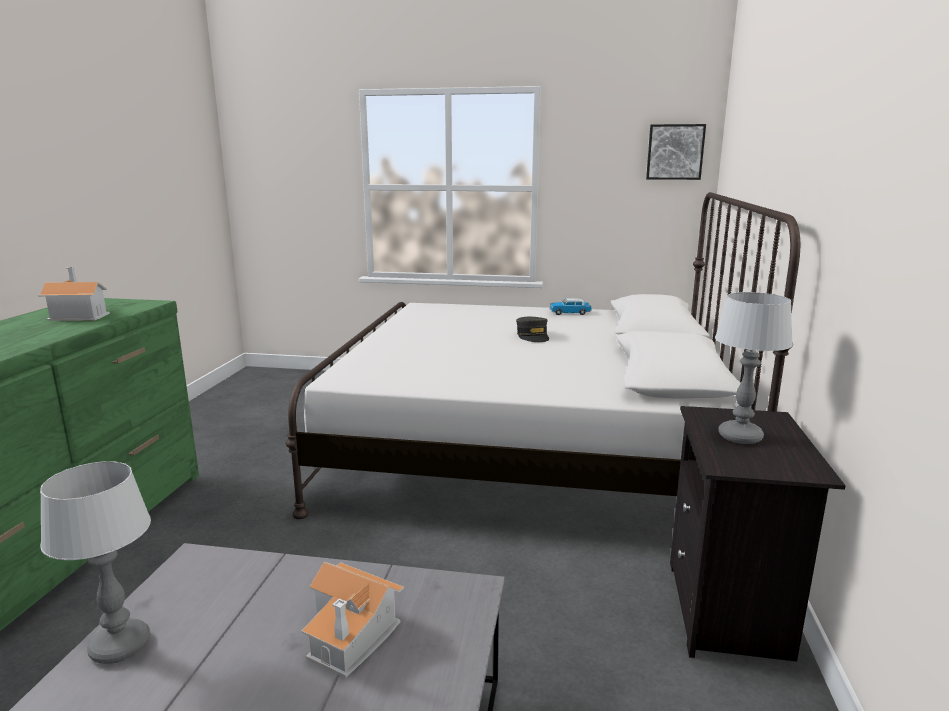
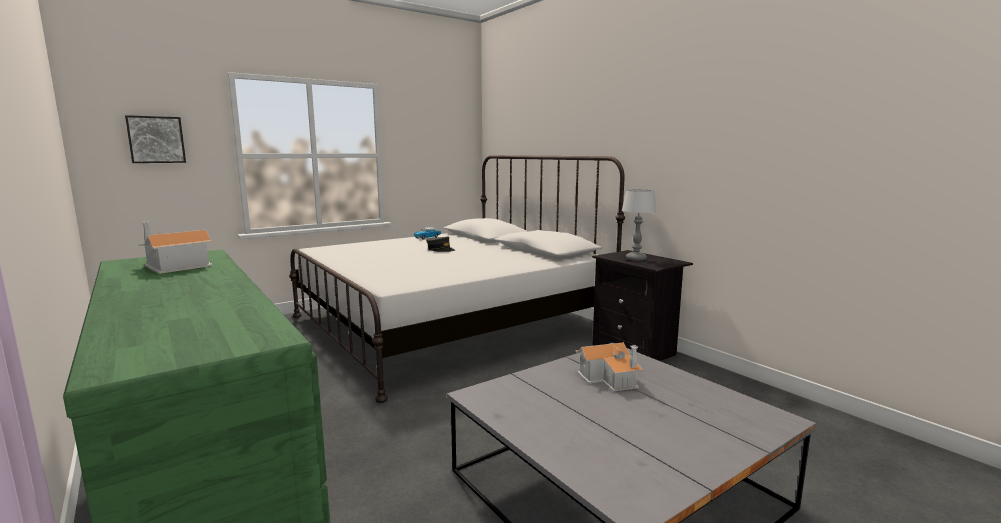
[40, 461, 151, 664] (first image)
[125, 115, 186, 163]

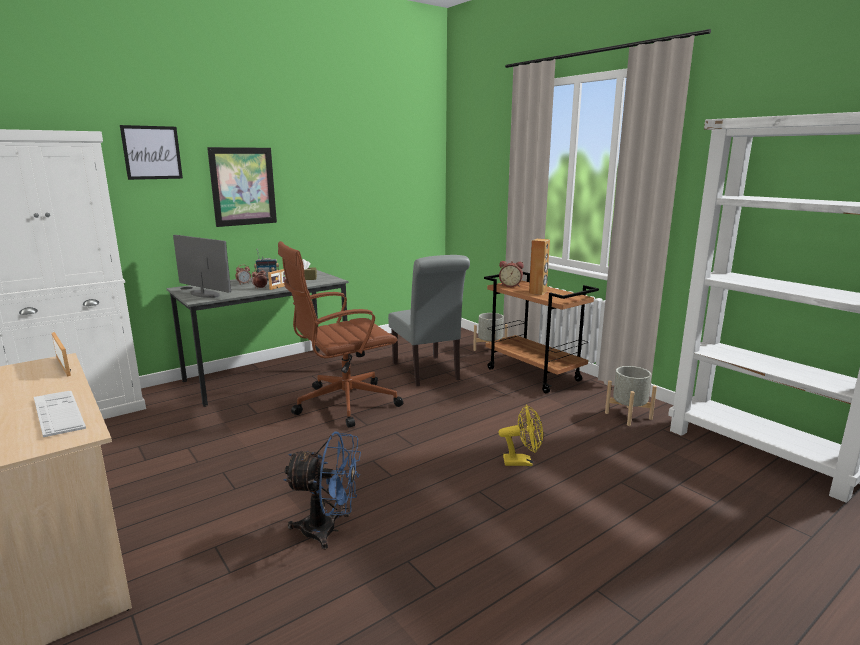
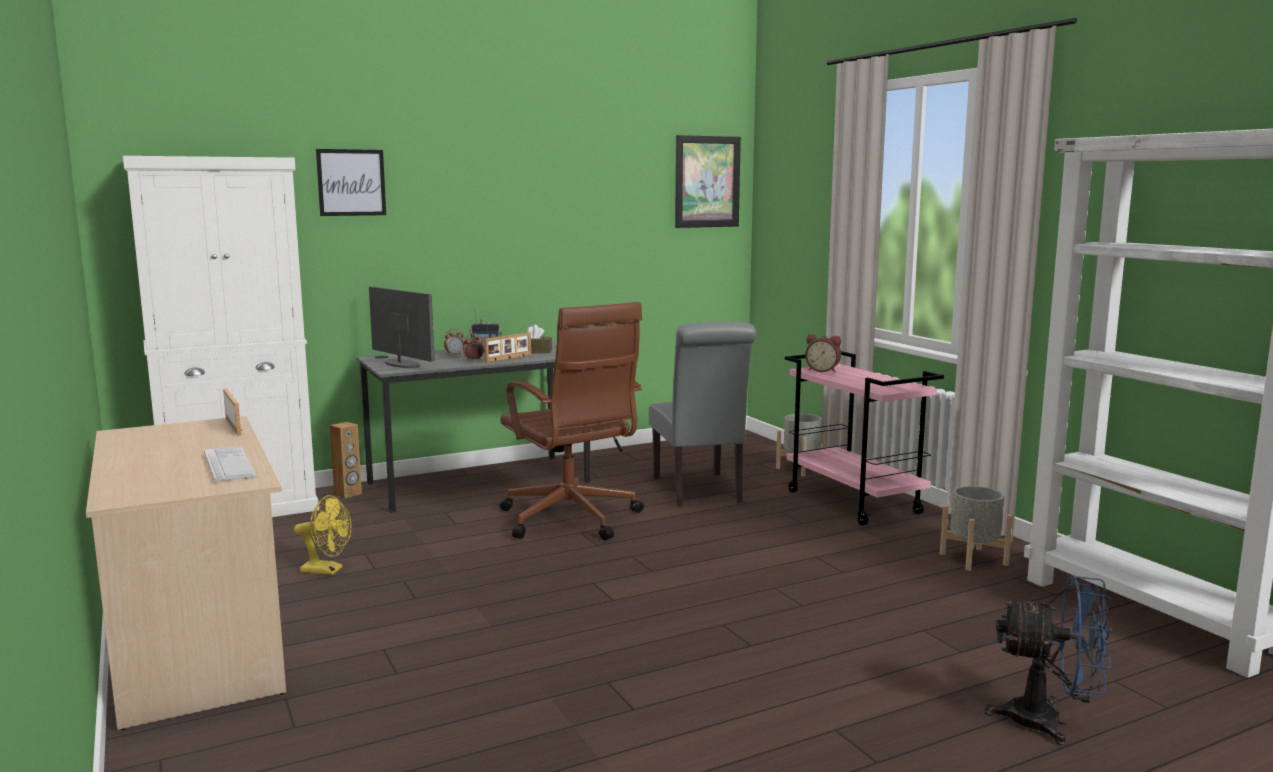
[675, 135, 741, 228]
[985, 575, 1113, 745]
[294, 495, 352, 575]
[330, 422, 362, 498]
[785, 351, 944, 526]
[500, 302, 644, 540]

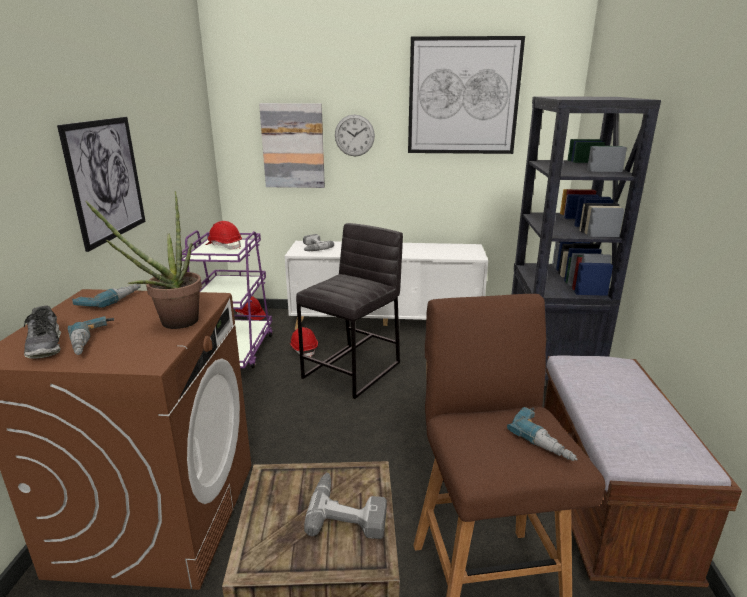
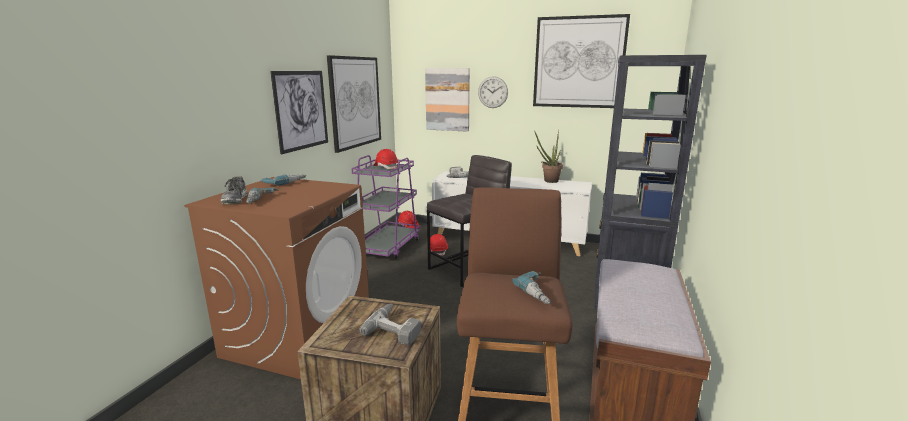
[327, 55, 381, 153]
[535, 130, 563, 183]

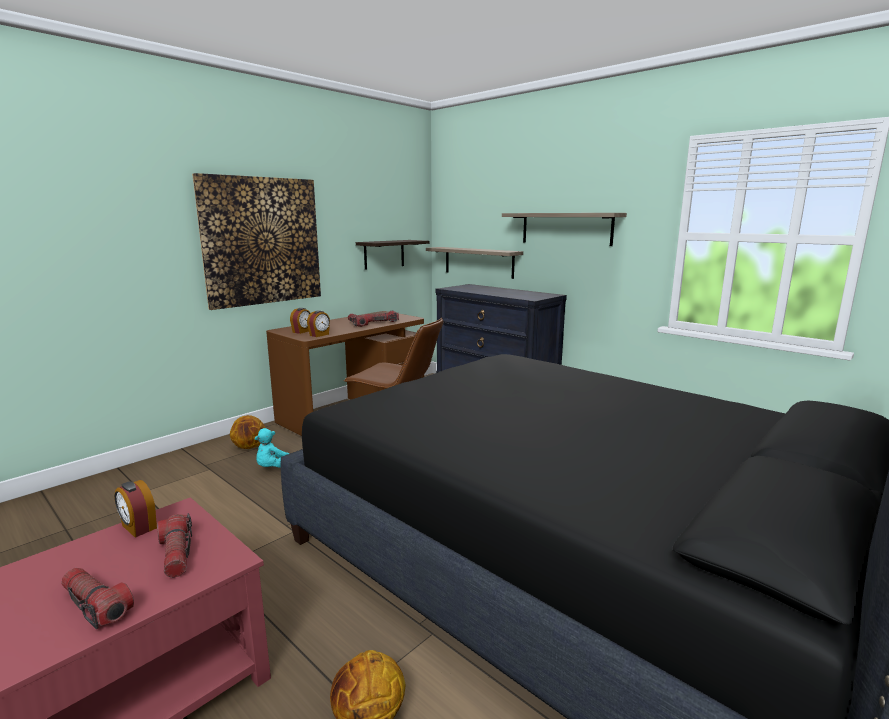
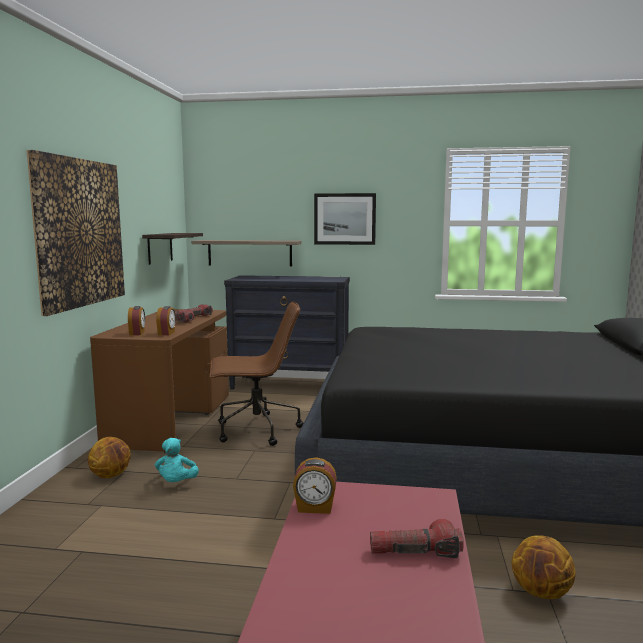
[157, 513, 192, 578] (first image)
[314, 193, 376, 245]

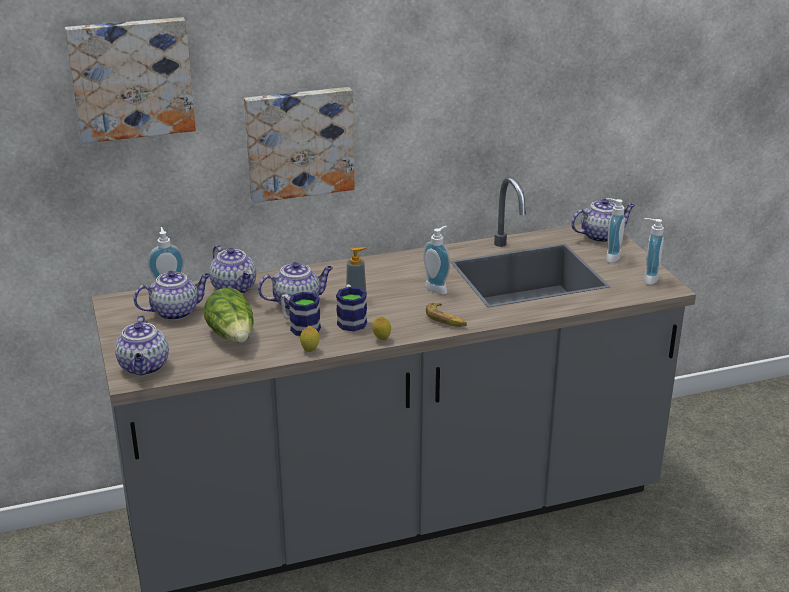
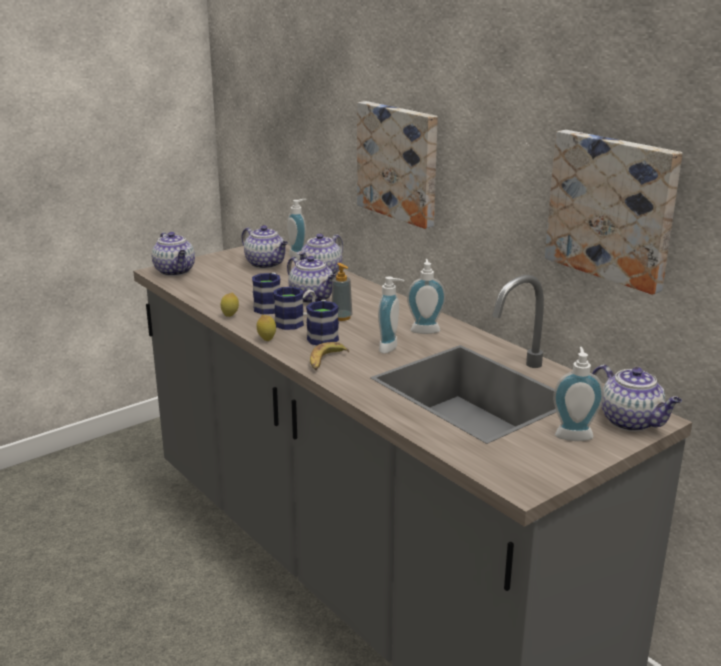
[204, 288, 254, 343] (first image)
[306, 300, 339, 345]
[545, 130, 683, 295]
[407, 259, 446, 334]
[151, 232, 195, 276]

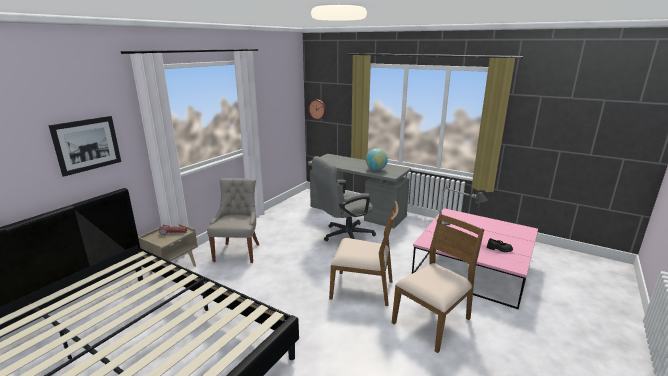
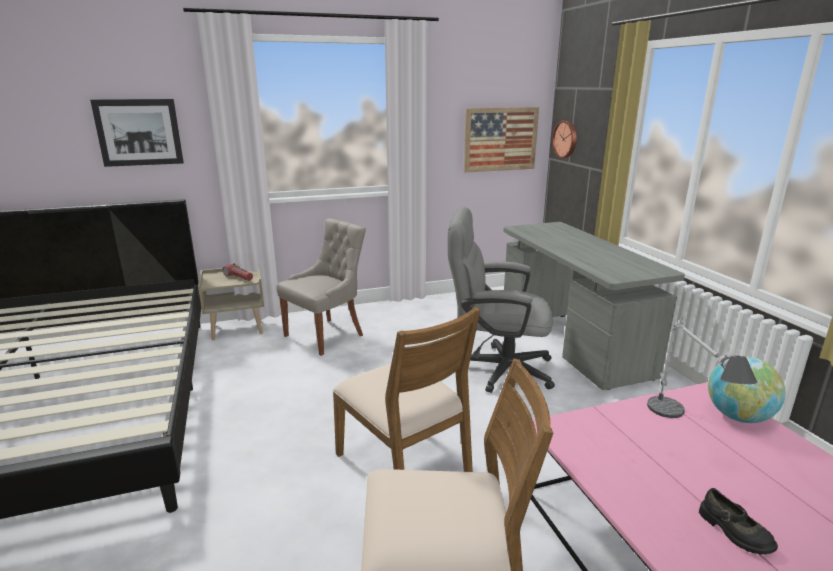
[464, 107, 539, 172]
[708, 356, 786, 423]

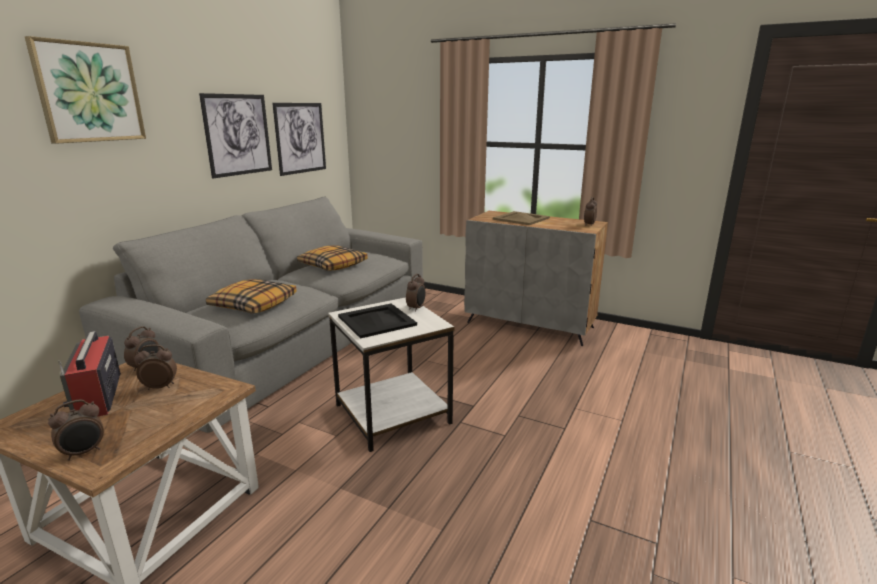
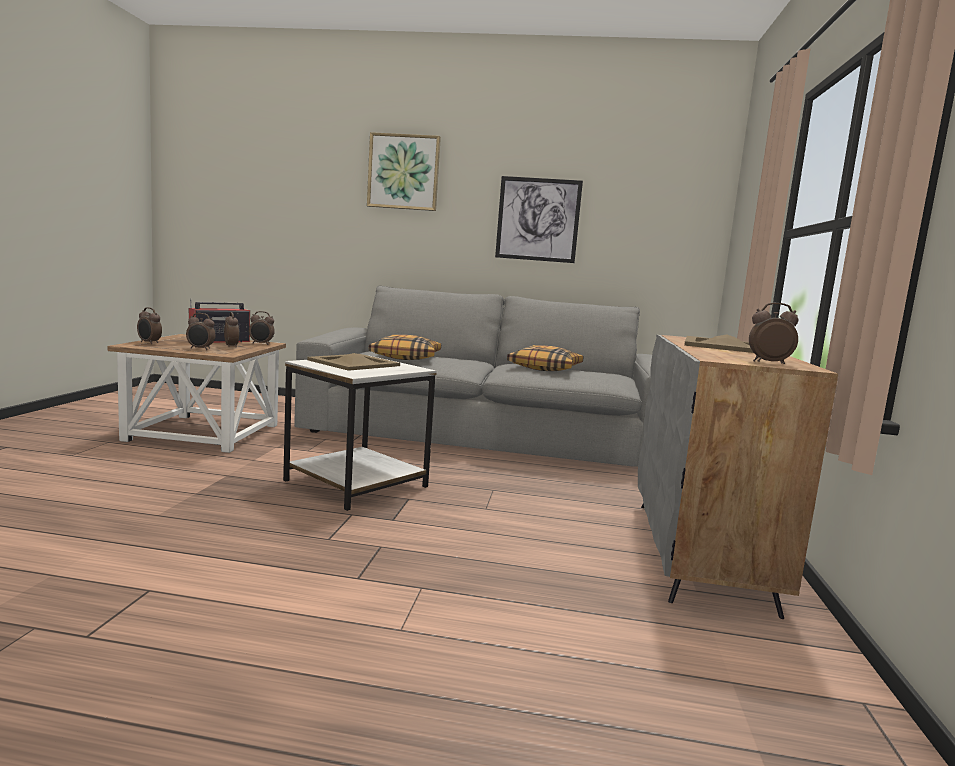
[272, 103, 326, 176] (first image)
[186, 313, 216, 350]
[307, 353, 400, 371]

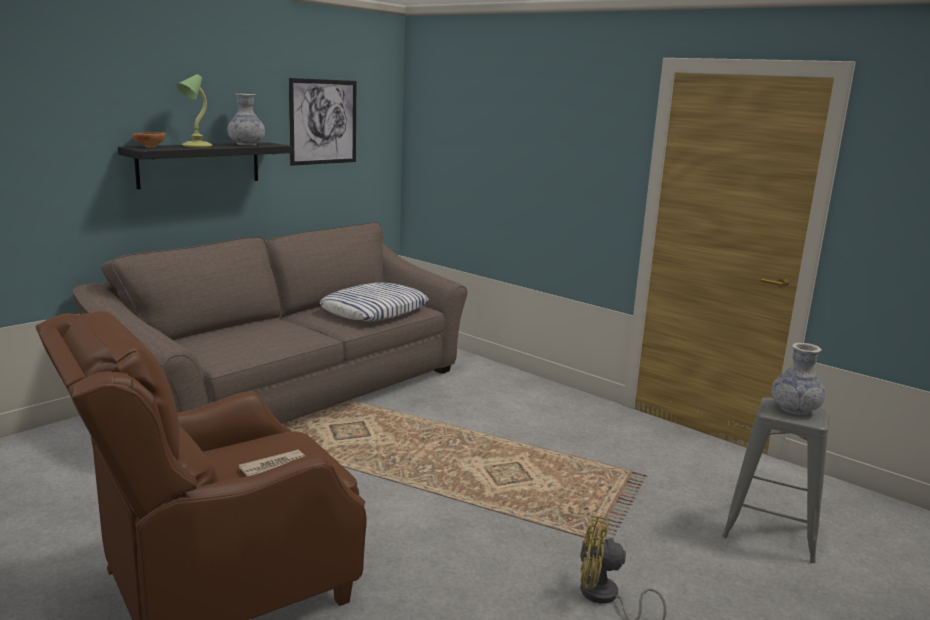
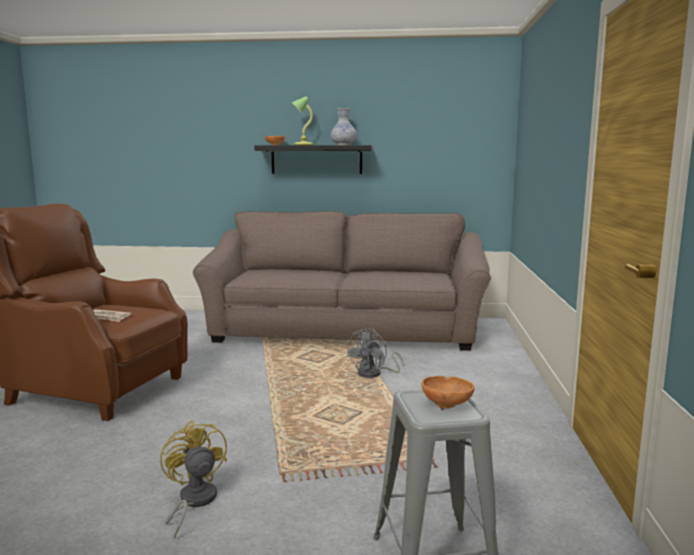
[289, 78, 356, 166] (first image)
[319, 282, 429, 321] (first image)
[346, 328, 404, 378]
[421, 376, 475, 409]

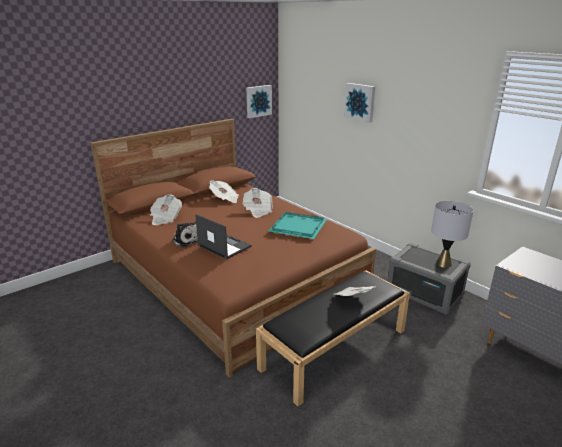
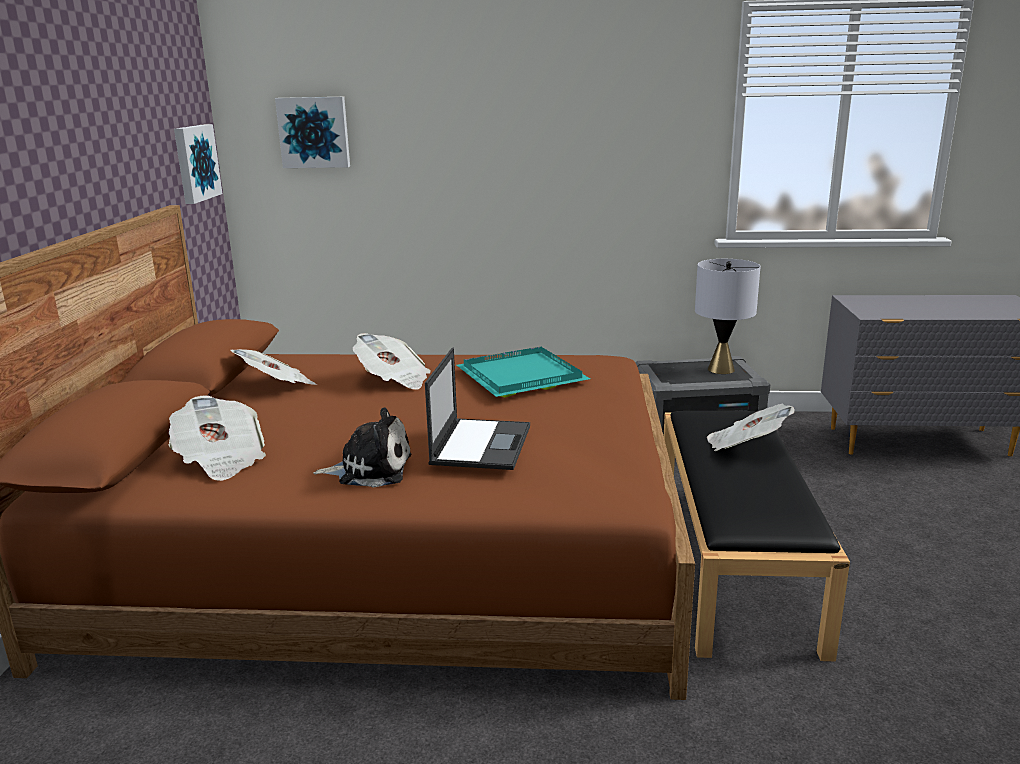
[275, 97, 350, 168]
[425, 347, 530, 470]

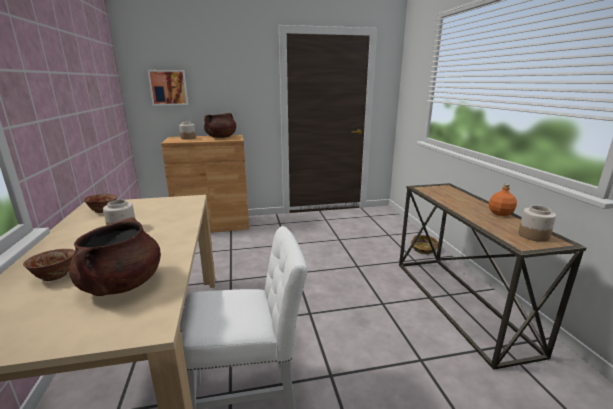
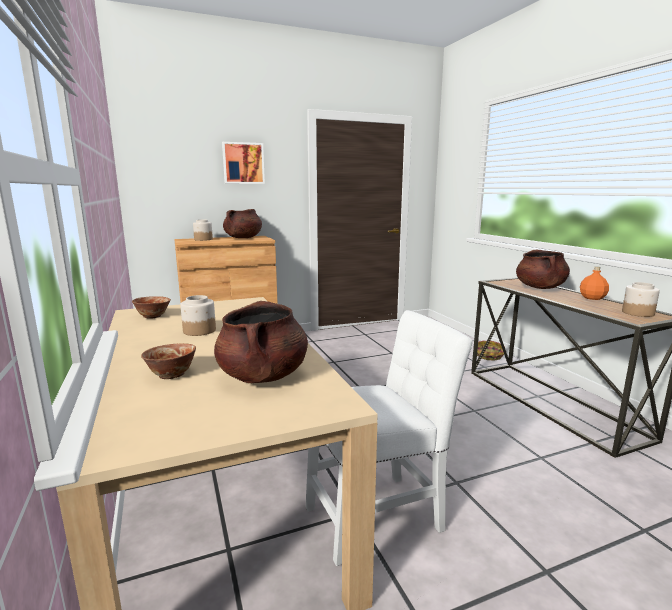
[516, 250, 570, 289]
[222, 142, 265, 184]

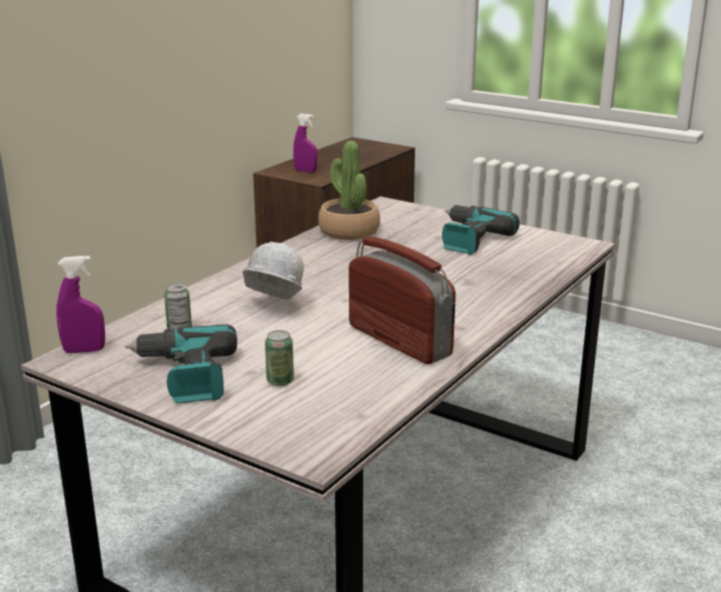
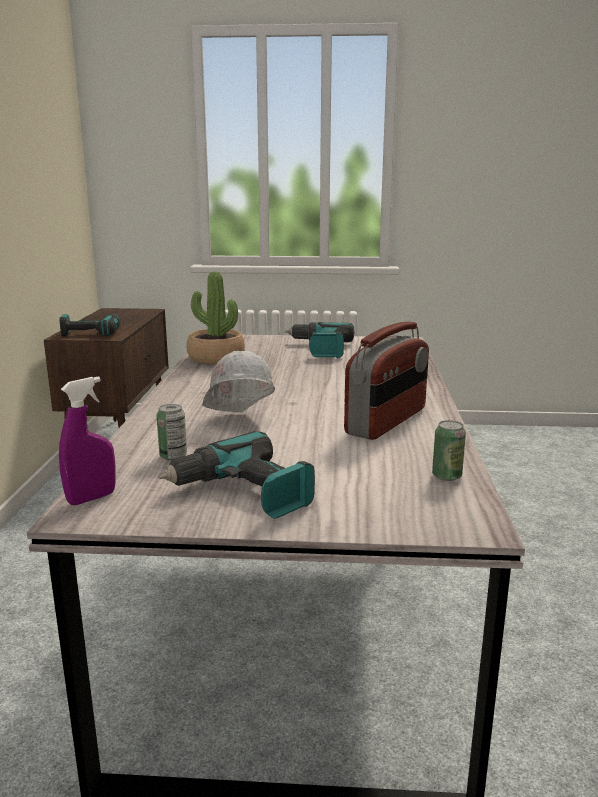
[432, 420, 466, 481]
[60, 313, 121, 336]
[344, 321, 429, 440]

